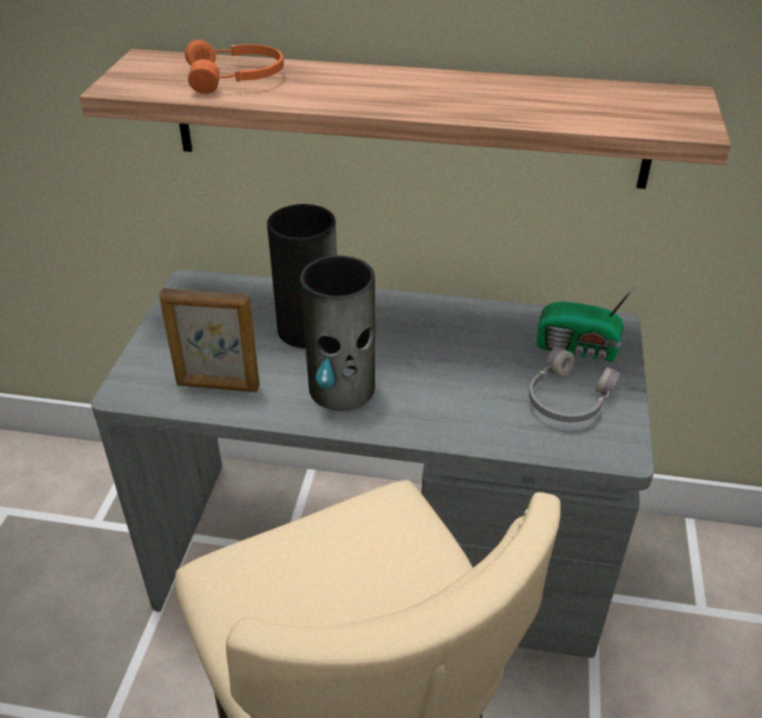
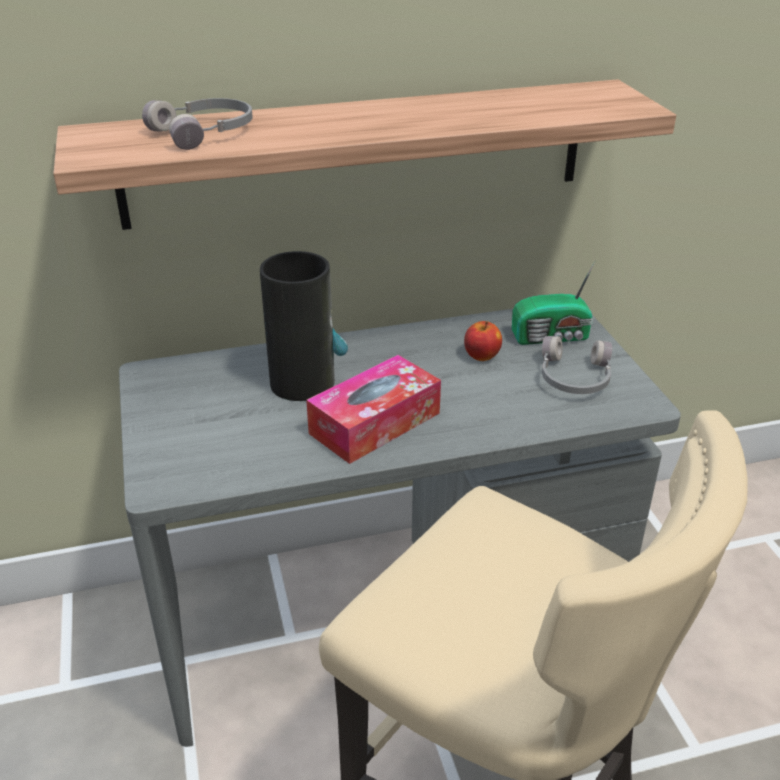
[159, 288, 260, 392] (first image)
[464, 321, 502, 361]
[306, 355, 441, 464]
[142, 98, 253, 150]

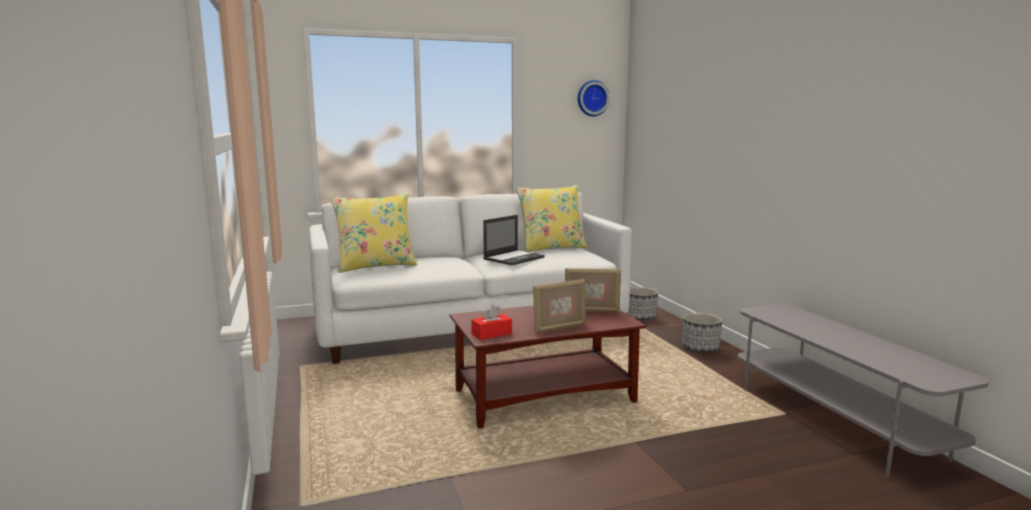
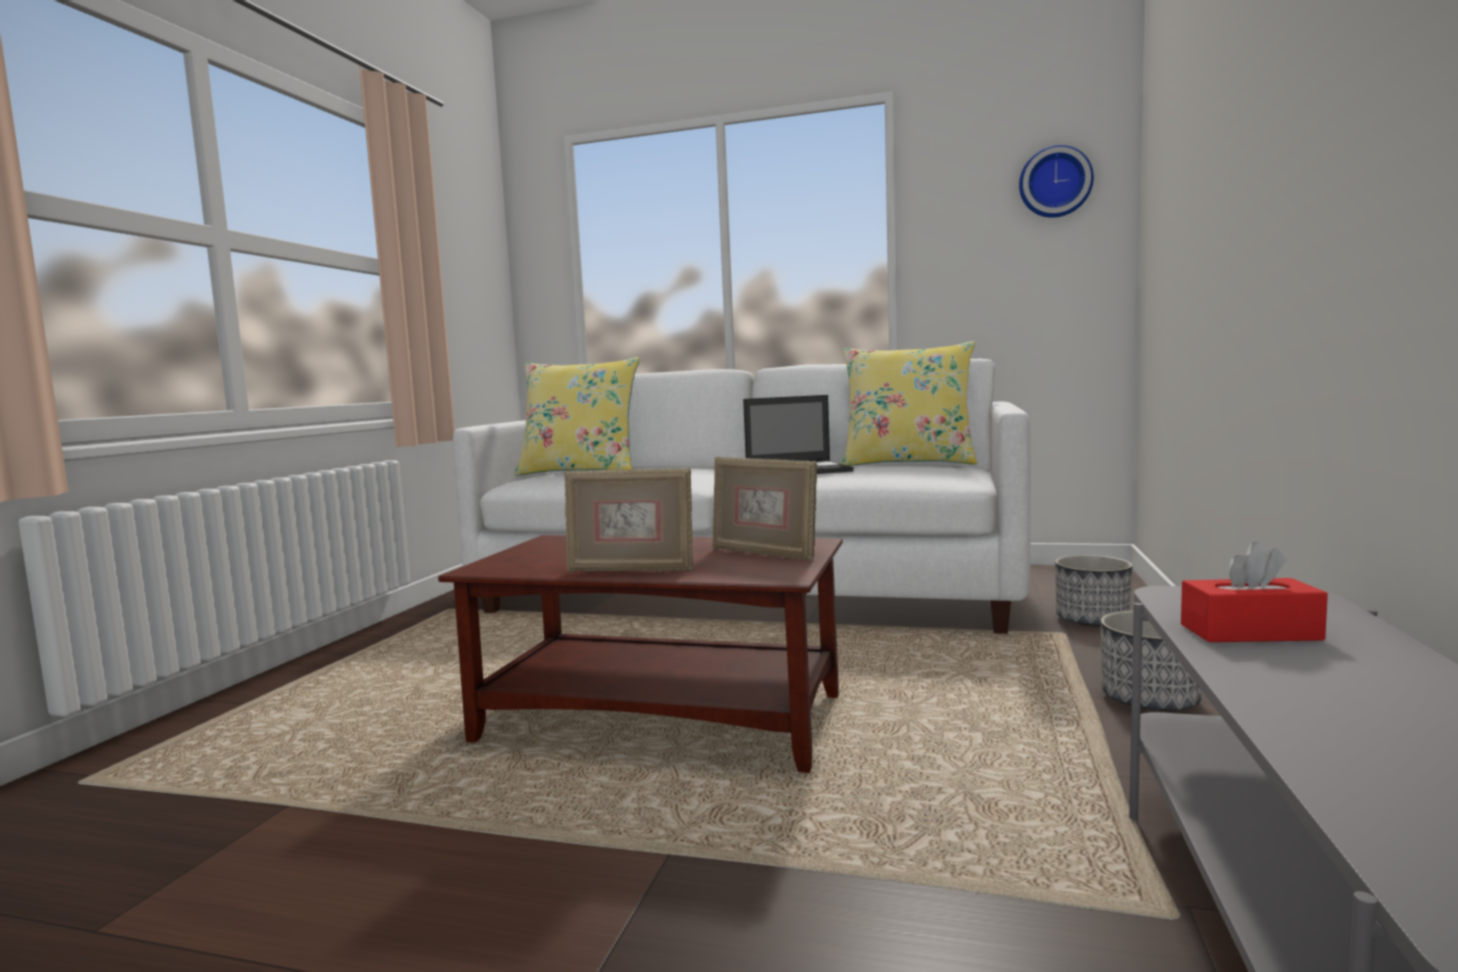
[1181, 541, 1328, 642]

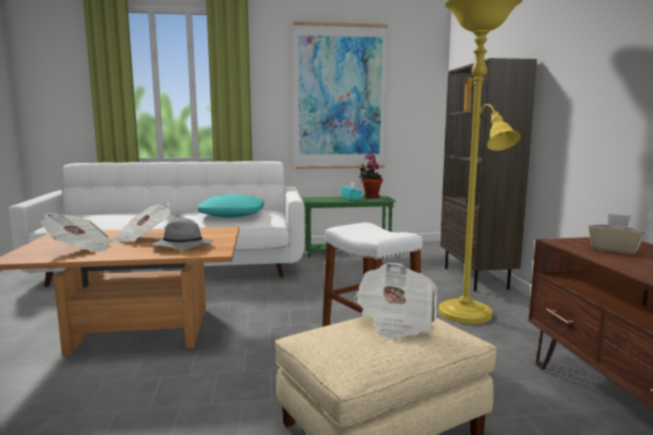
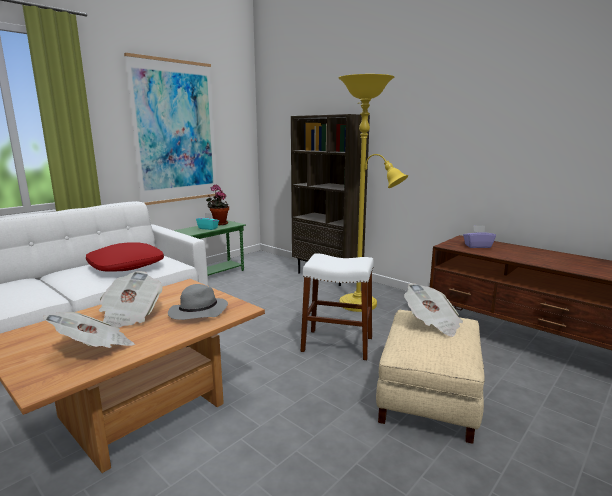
[86, 242, 164, 272]
[463, 226, 496, 248]

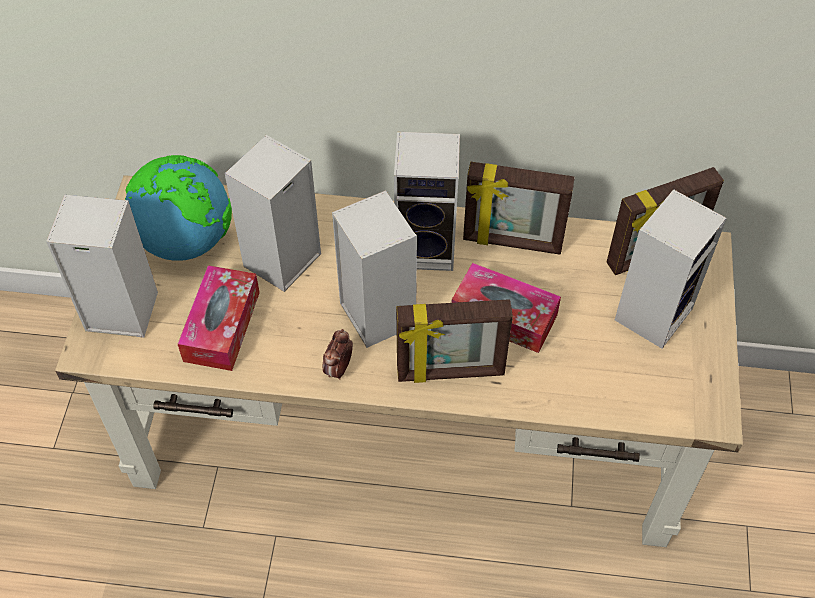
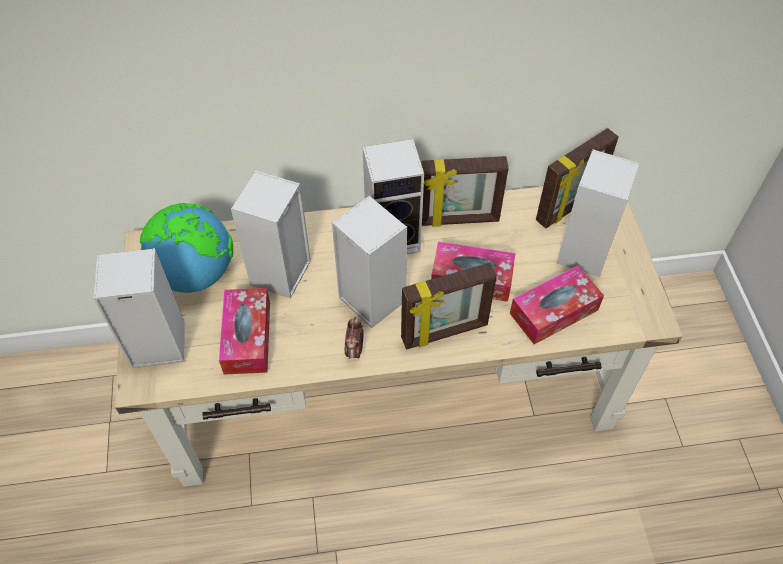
[510, 266, 604, 344]

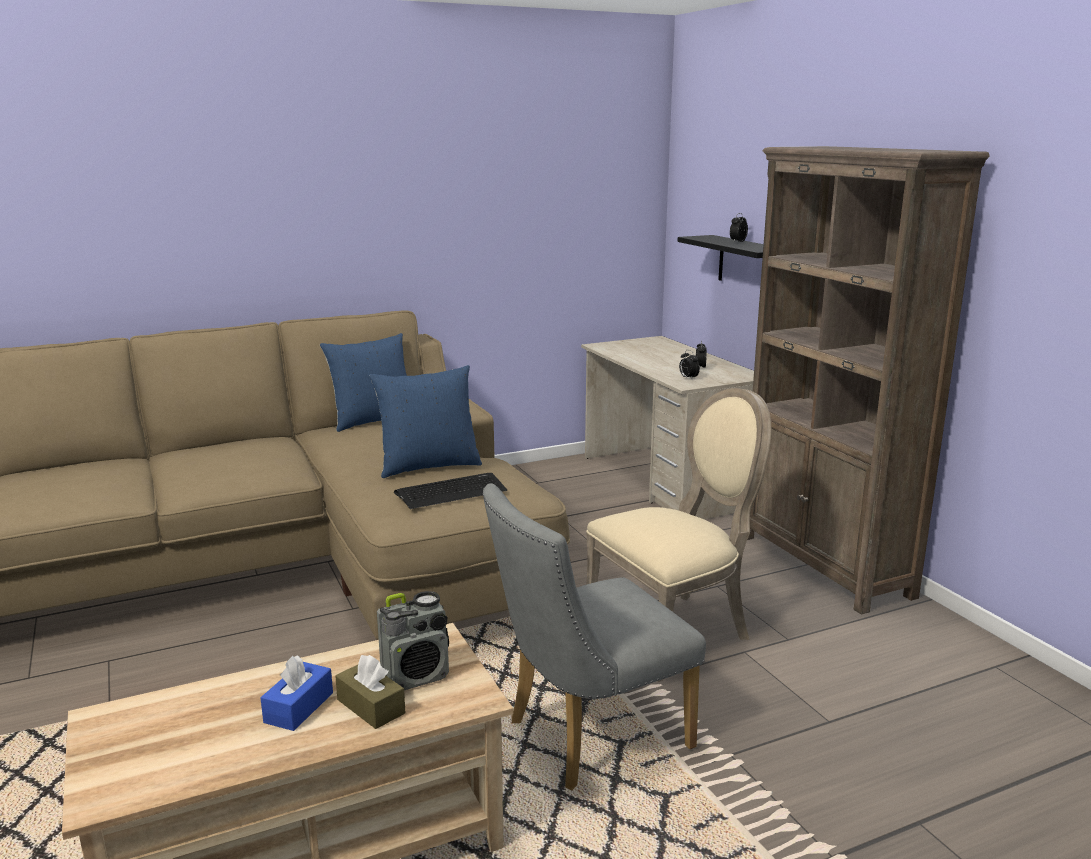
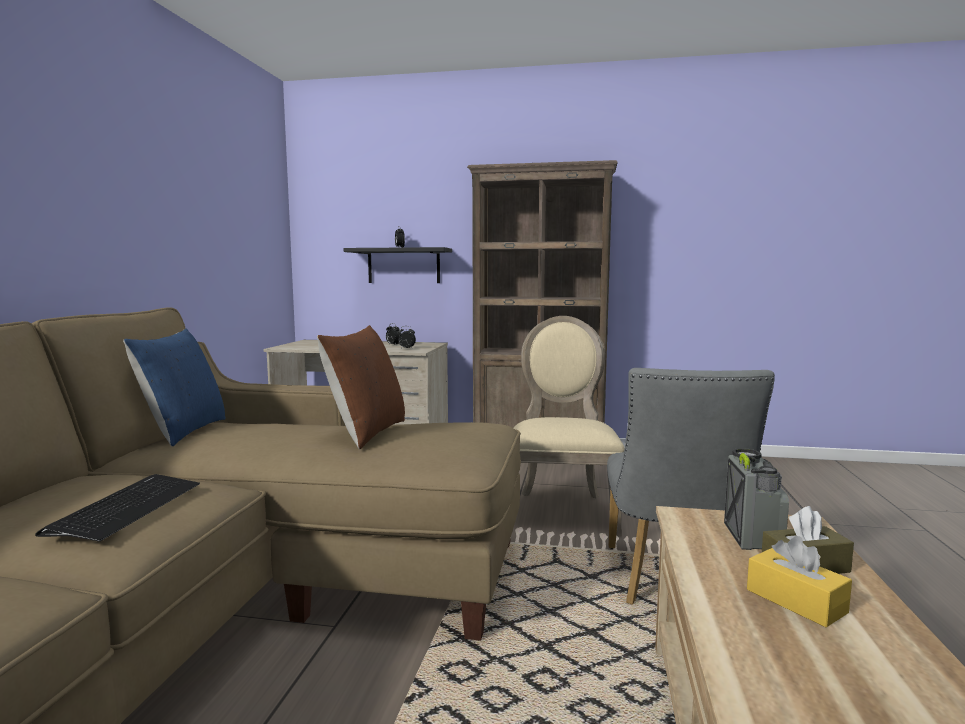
[35, 474, 200, 541]
[747, 536, 852, 627]
[317, 325, 405, 449]

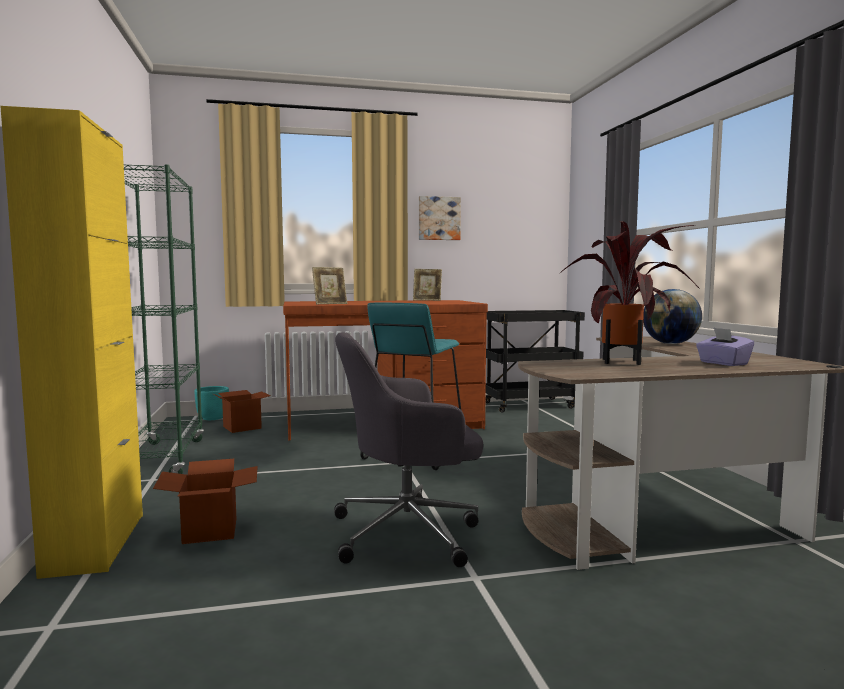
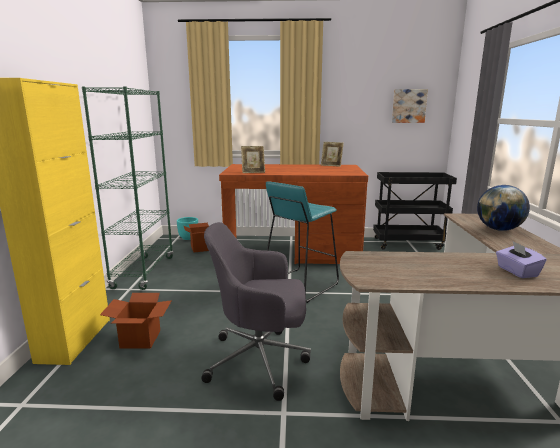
[560, 221, 700, 365] (first image)
[392, 89, 428, 123]

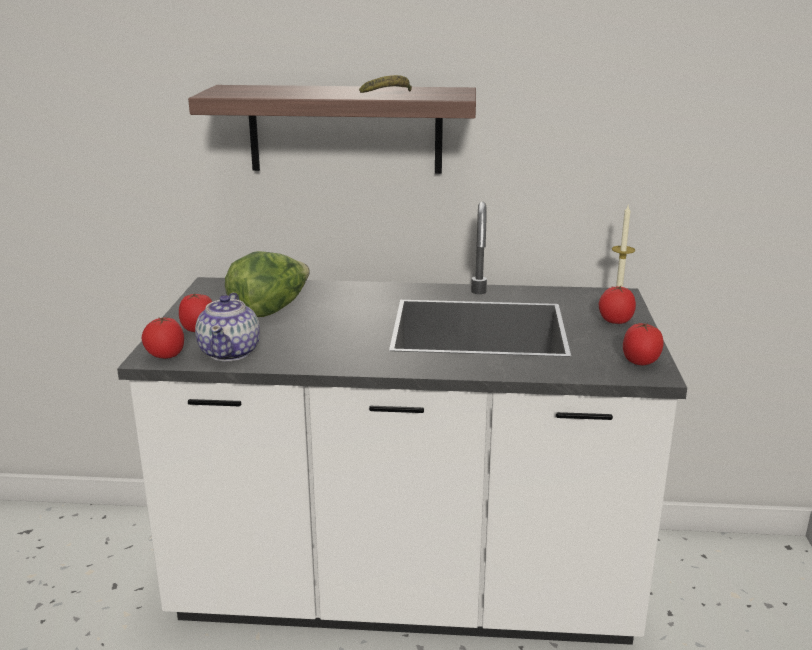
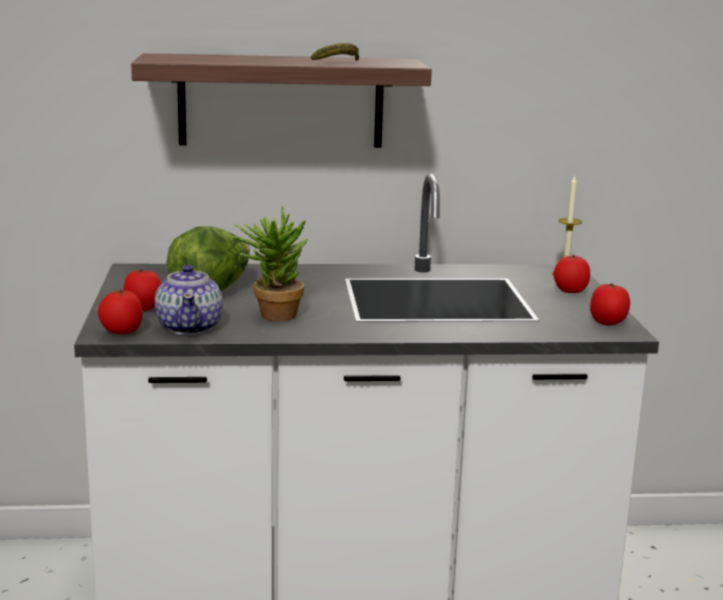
[232, 206, 308, 322]

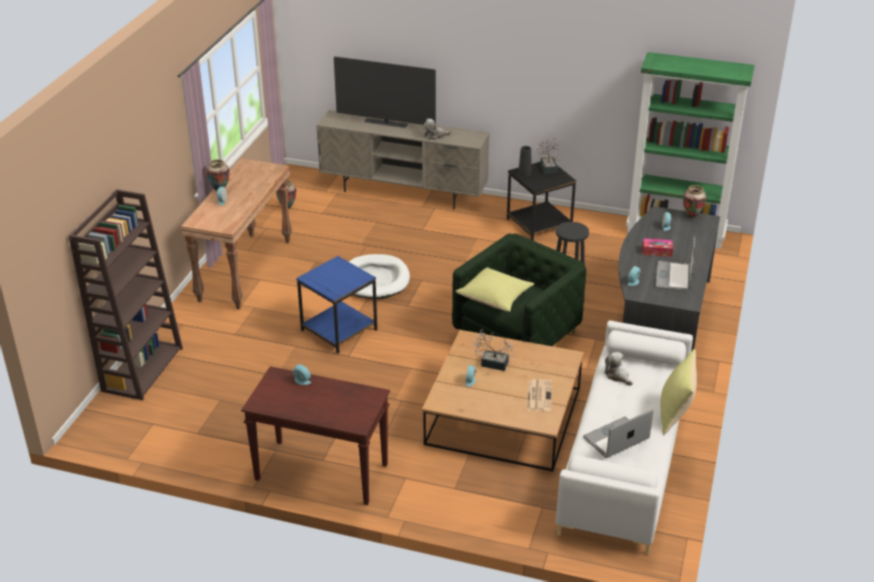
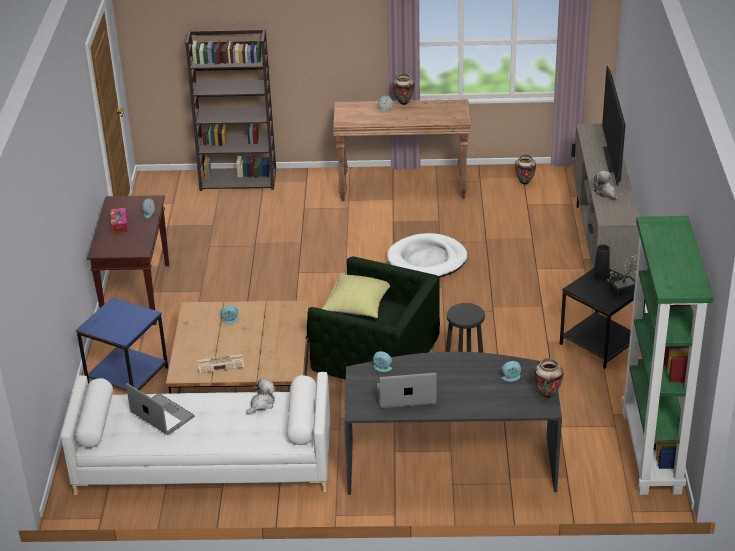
[474, 329, 514, 371] (first image)
[661, 349, 697, 435] (first image)
[76, 297, 168, 391]
[111, 208, 128, 233]

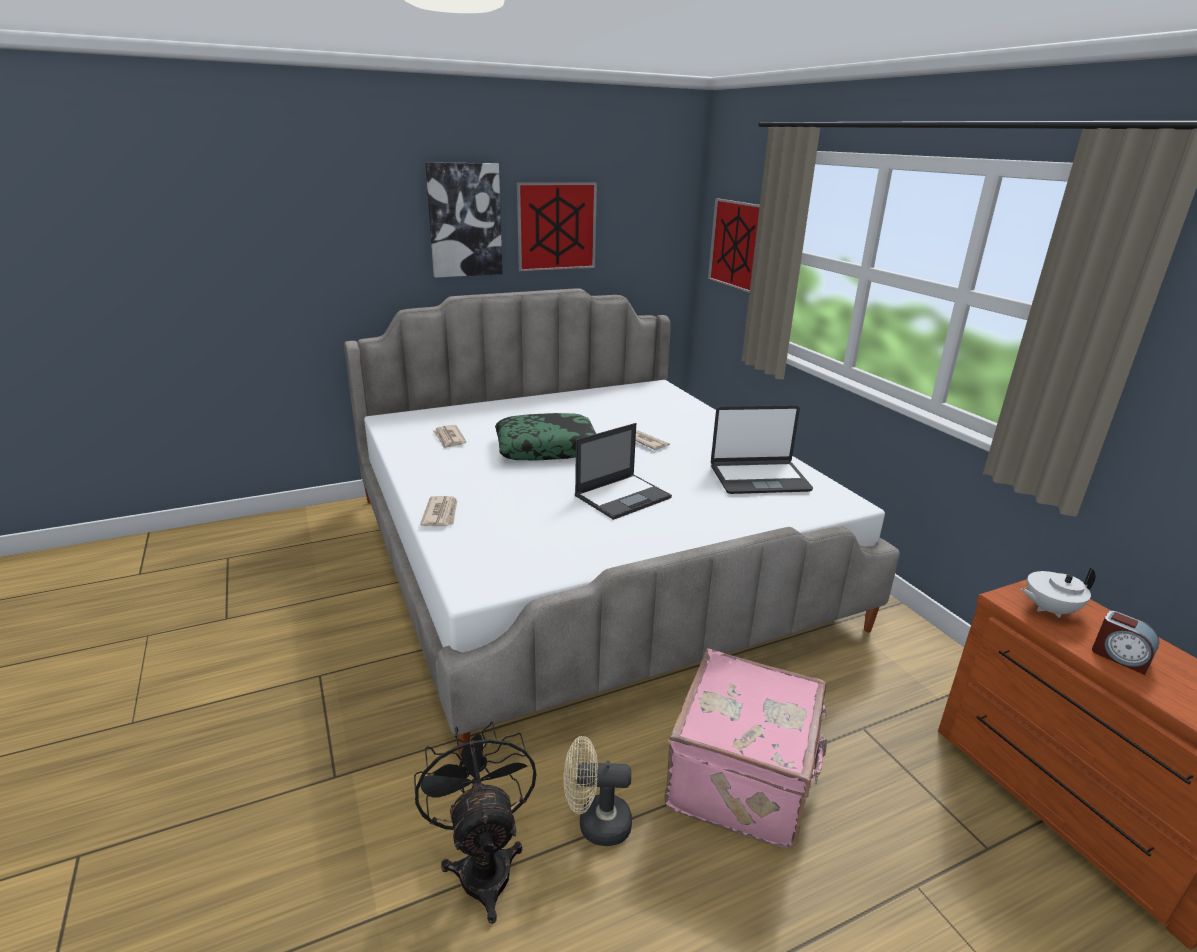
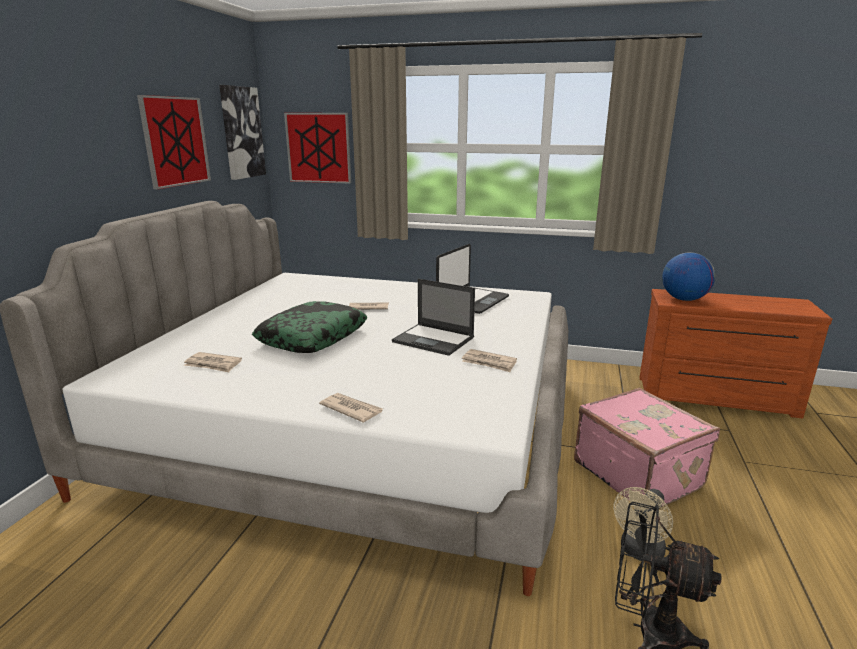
[1092, 611, 1159, 675] (first image)
[462, 349, 517, 372]
[219, 85, 266, 180]
[662, 252, 715, 301]
[392, 279, 475, 356]

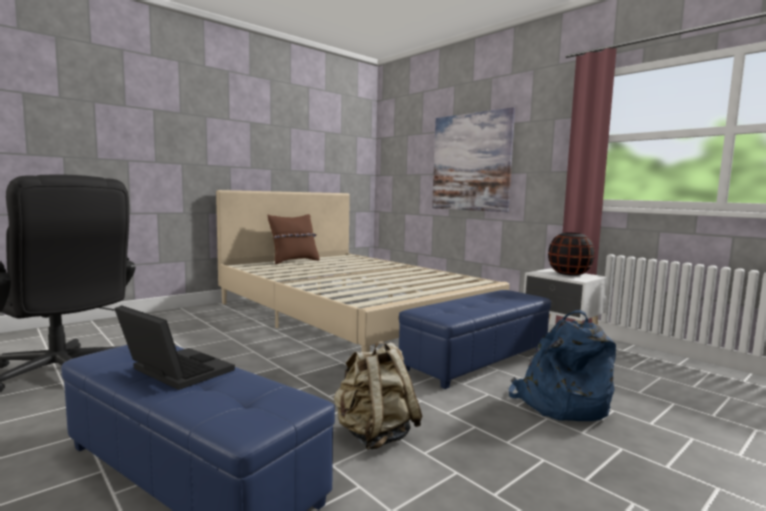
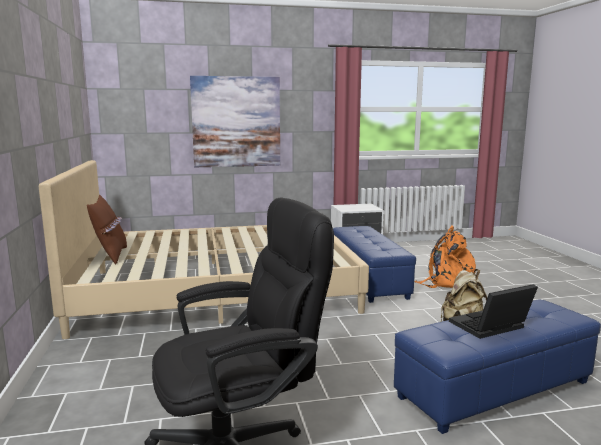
[548, 232, 595, 276] (first image)
[414, 226, 476, 288]

